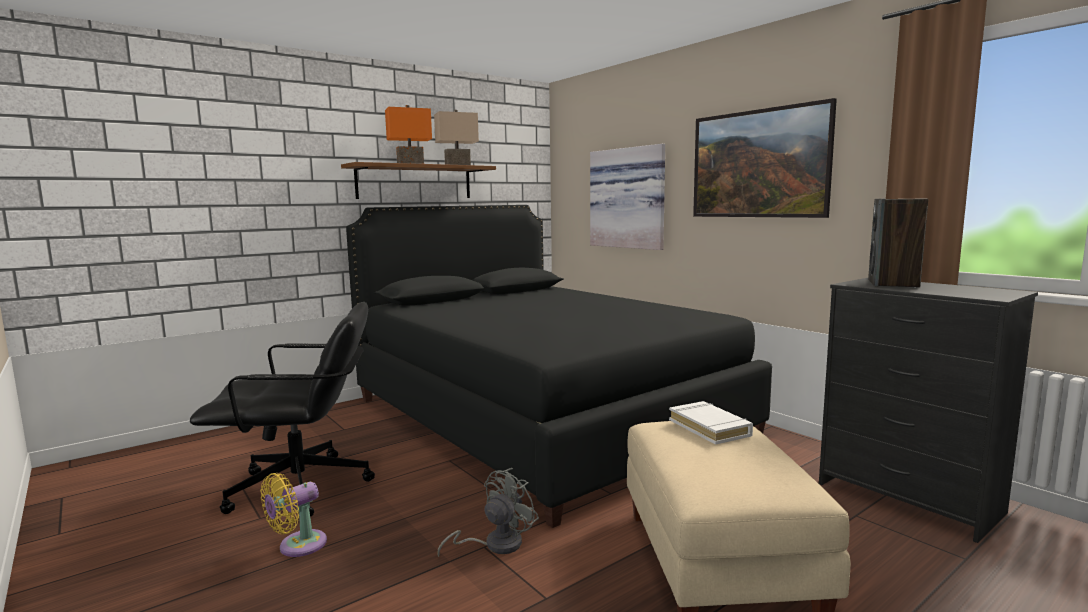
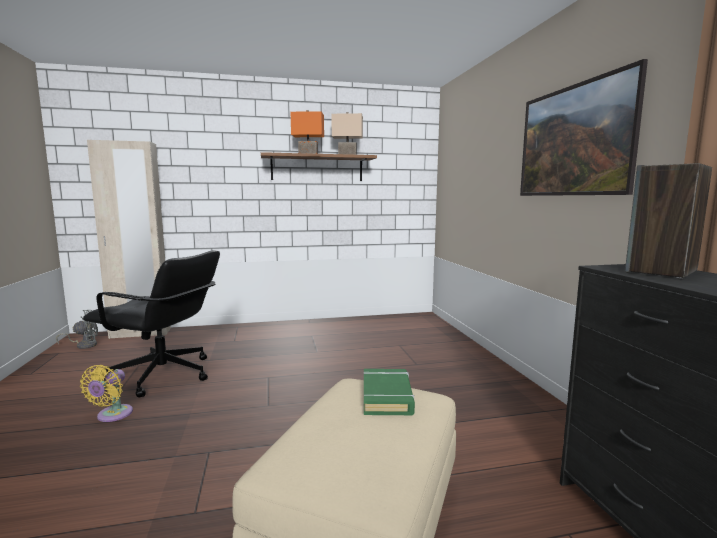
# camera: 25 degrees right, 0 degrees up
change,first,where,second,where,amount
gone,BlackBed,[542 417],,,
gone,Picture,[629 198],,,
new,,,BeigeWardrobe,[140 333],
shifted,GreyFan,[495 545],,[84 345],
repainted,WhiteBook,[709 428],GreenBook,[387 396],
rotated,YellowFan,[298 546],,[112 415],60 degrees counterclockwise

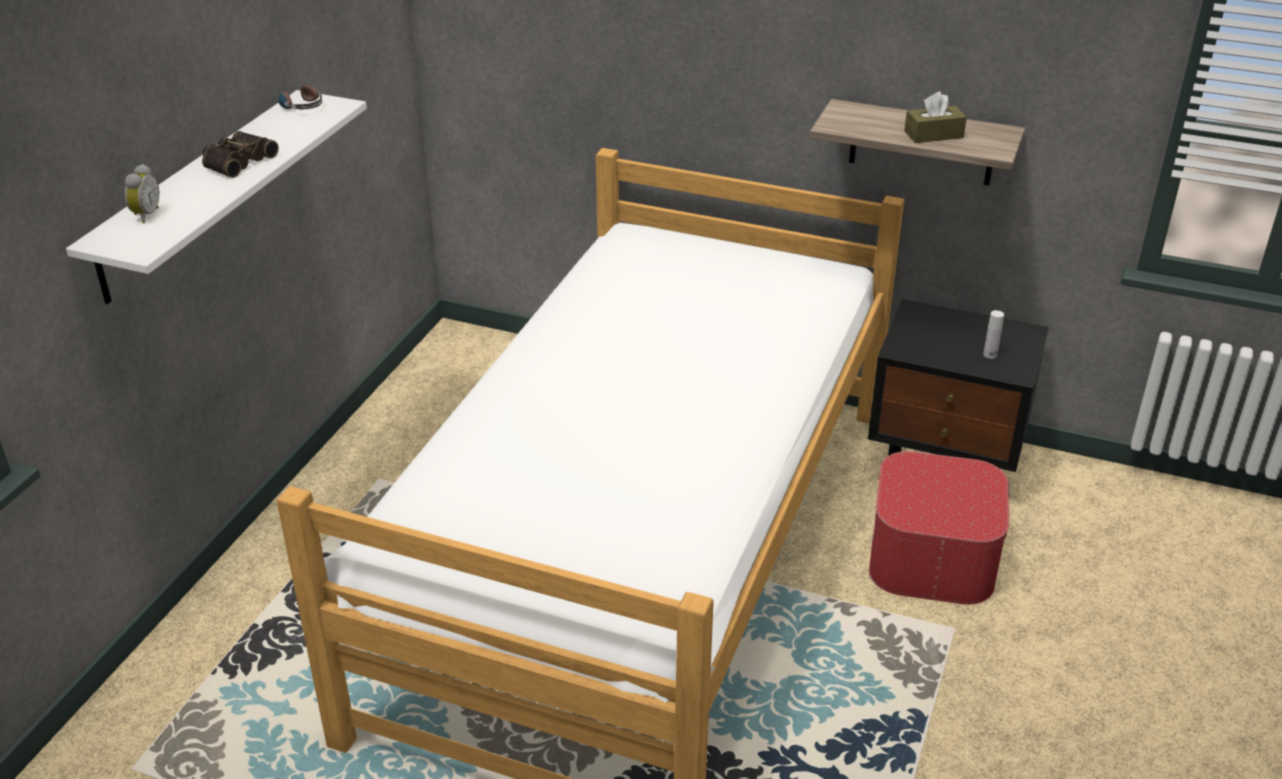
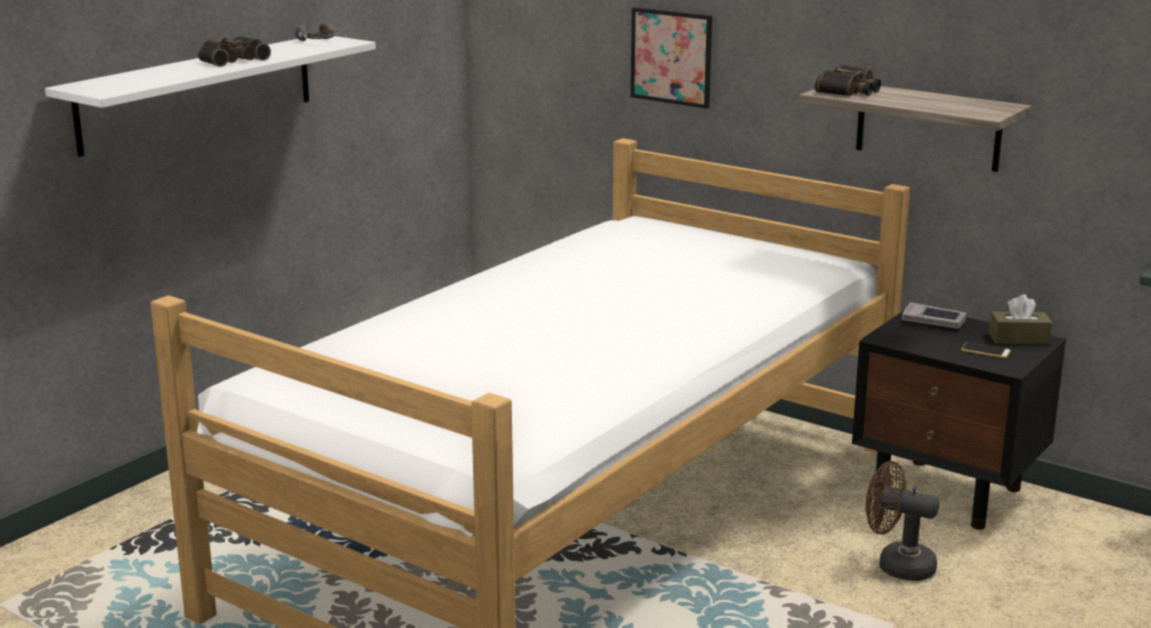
# camera: 15 degrees right, 15 degrees down
change,first,where,second,where,amount
gone,AlarmClock,[145 215],,,
new,,,Picture,[671 57],
new,,,Binoculars,[849 91],
new,,,Book,[933 321],
shifted,BrownTissueBox,[933 134],,[1019 339],
swapped,Ottoman,[932 557],BrownFan,[897 565],
swapped,WhiteBottle,[990 355],Phone,[985 351],

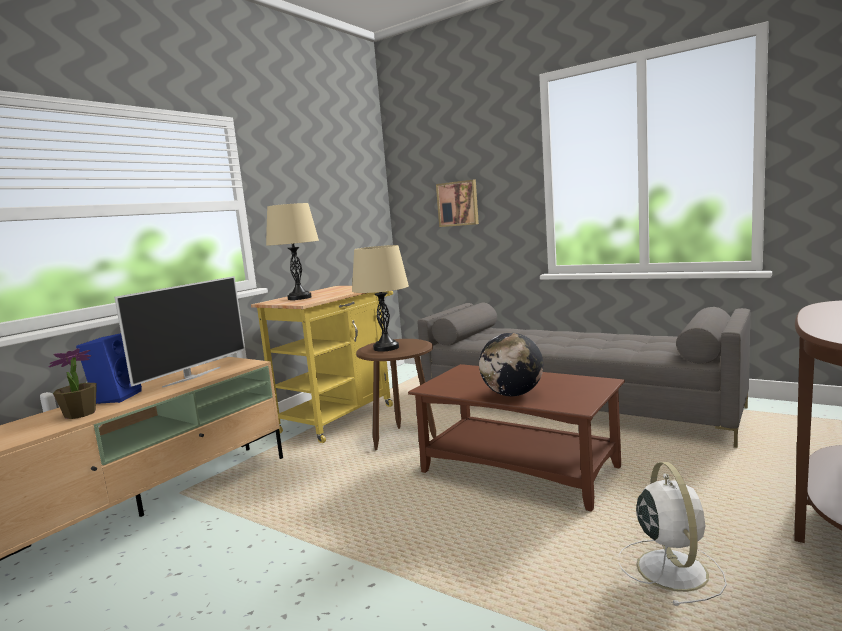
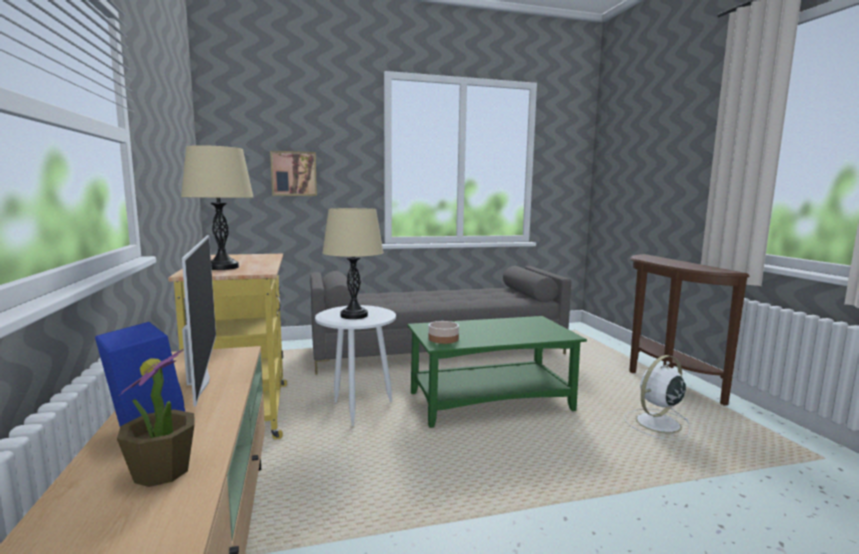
# camera: 50 degrees left, 0 degrees up
change,first,where,second,where,amount
gone,Globe,[512 394],,,
new,,,Bowl,[443 338],
repainted,BrownSideTable,[403 438],WhiteSideTable,[357 408],
repainted,BrownCoffeeTable,[520 469],GreenCoffeeTable,[491 401],
rotated,WhiteFan,[670 568],,[656 424],75 degrees counterclockwise

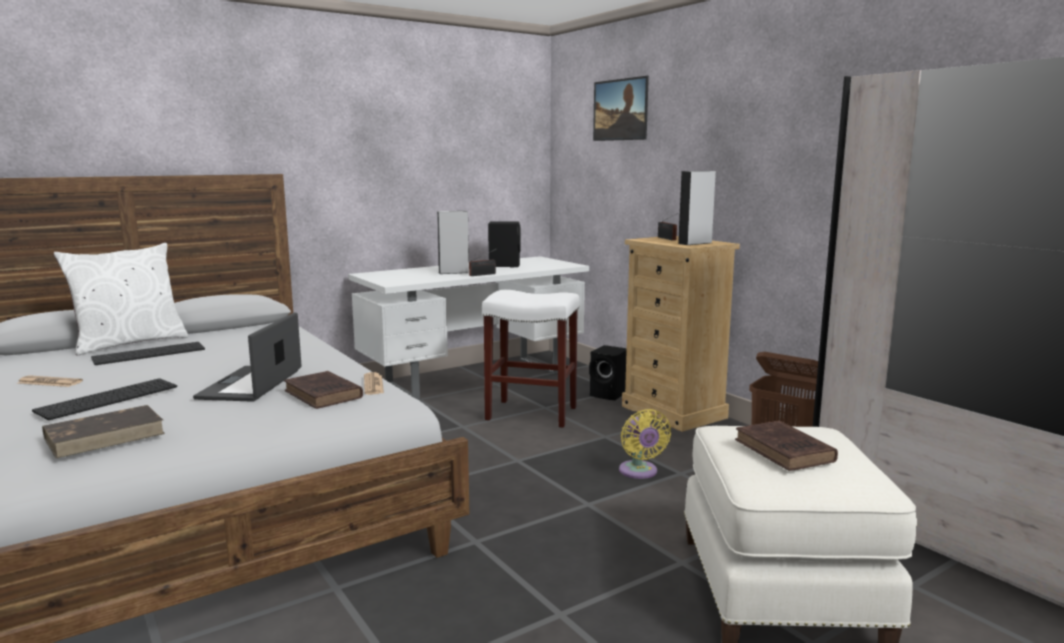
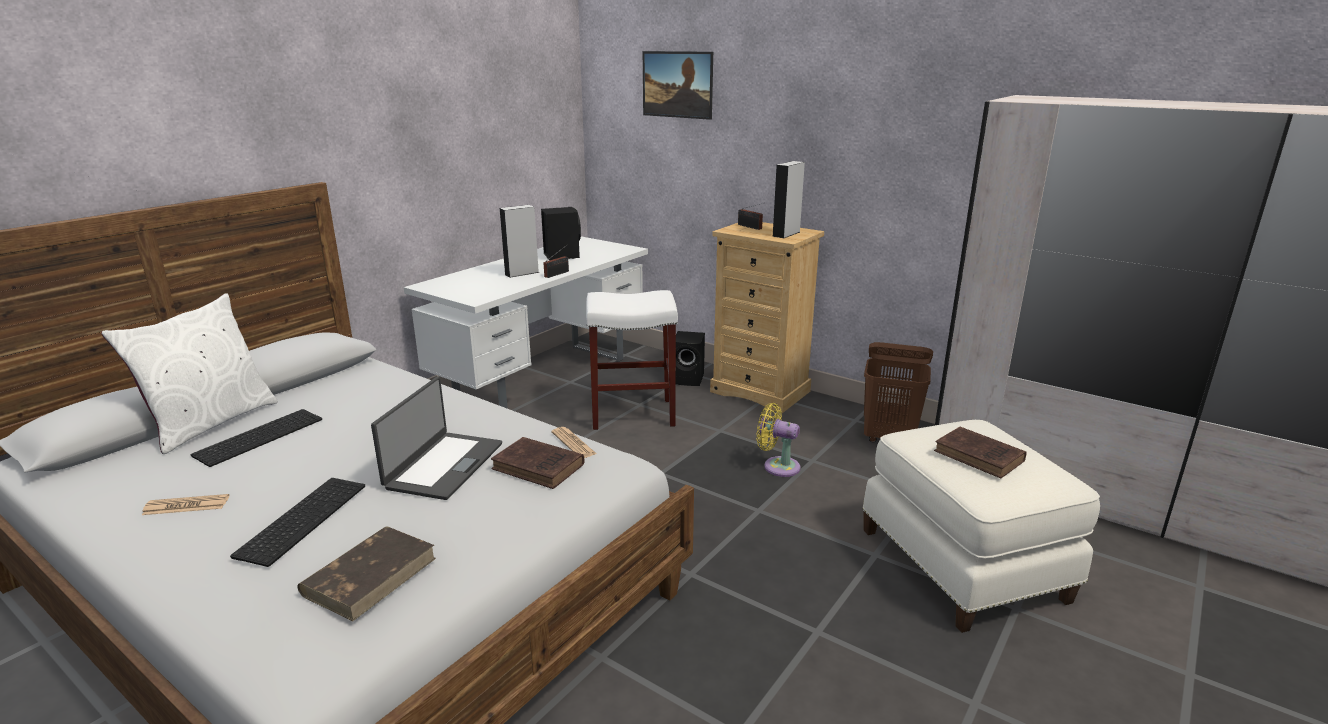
# camera: 20 degrees left, 10 degrees up
change,first,where,second,where,amount
rotated,Laptop,[252 384],,[443 465],150 degrees counterclockwise
rotated,YellowFan,[639 472],,[777 466],150 degrees clockwise

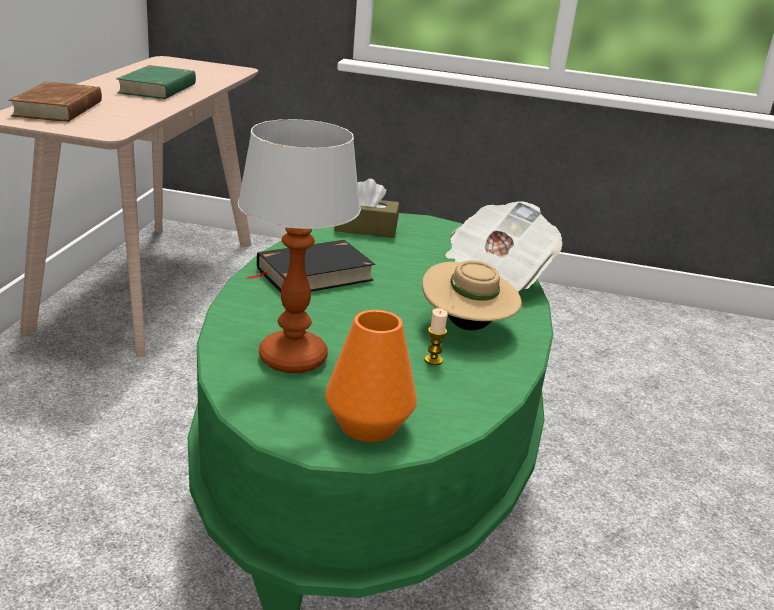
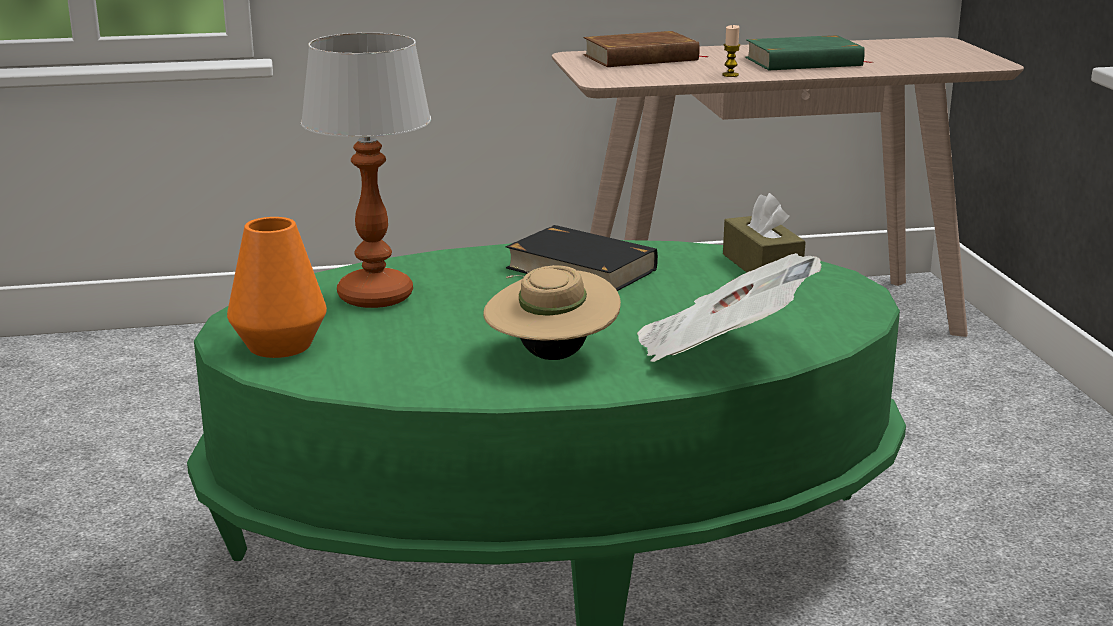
# camera: 70 degrees right, 5 degrees down
change,first,where,second,where,amount
shifted,Candle,[433 360],,[730 75],

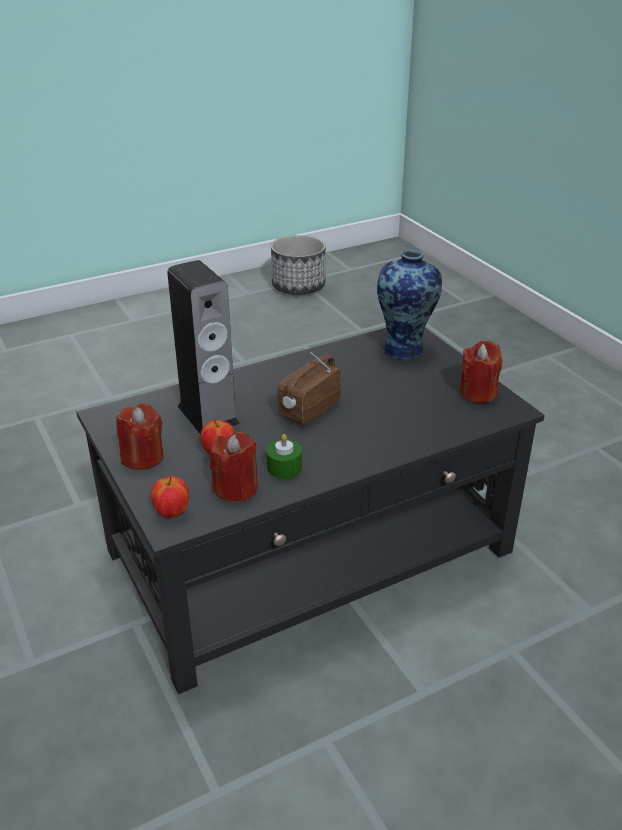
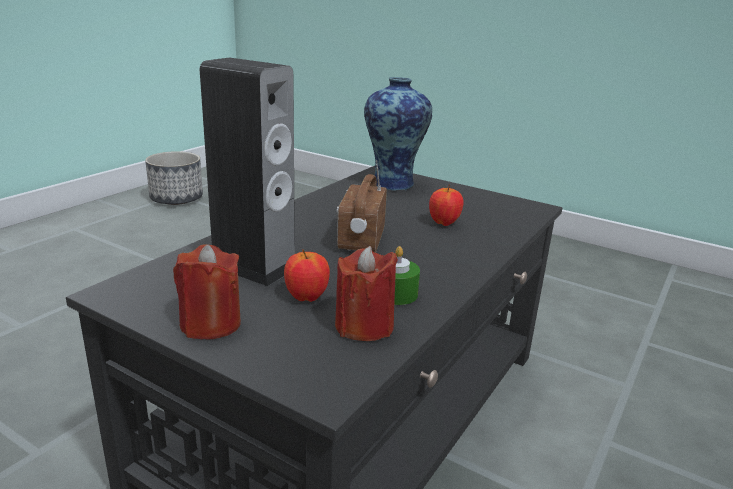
# camera: 30 degrees left, 10 degrees down
change,first,where,second,where,amount
gone,RedCandle,[478 393],,,
shifted,Apple,[172 513],,[444 223],

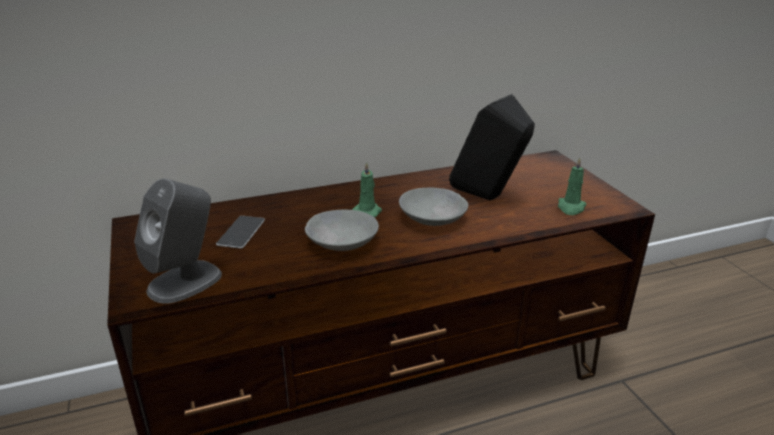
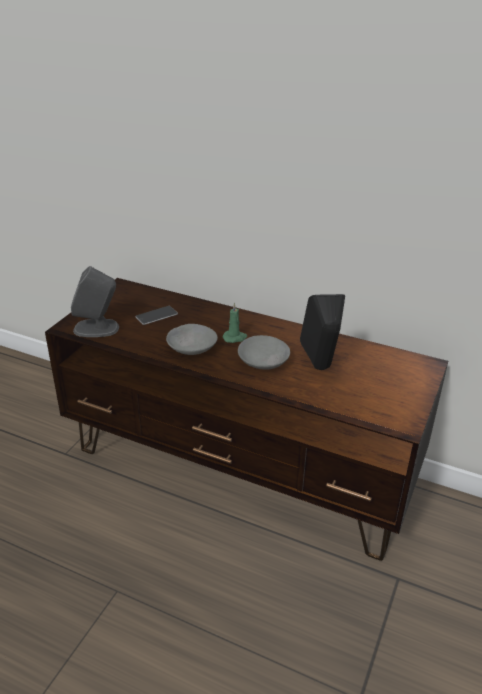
# camera: 45 degrees right, 5 degrees up
change,first,where,second,where,amount
gone,GreenCandle,[571 207],,,

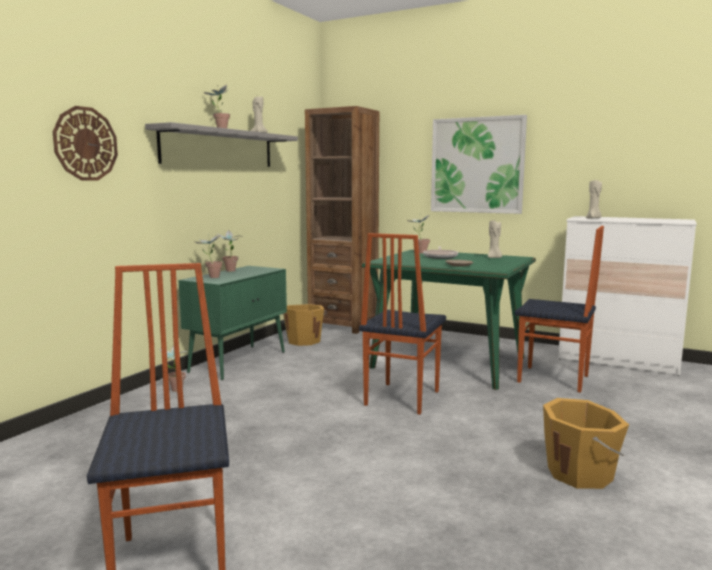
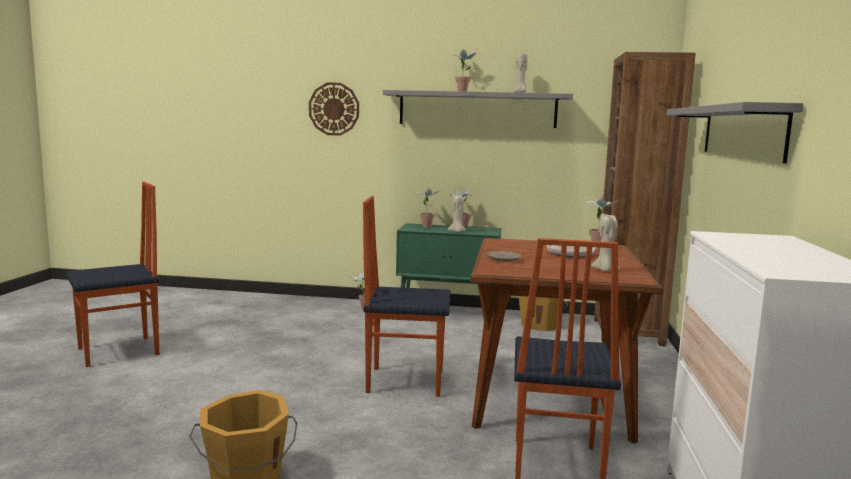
# camera: 70 degrees right, 0 degrees up
change,first,where,second,where,amount
shifted,BeigeCandle,[593 218],,[457 231],
swapped,Picture,[477 165],GreyShelf,[741 132],
repainted,GreenDiningTable,[449 363],BrownDiningTable,[549 396],

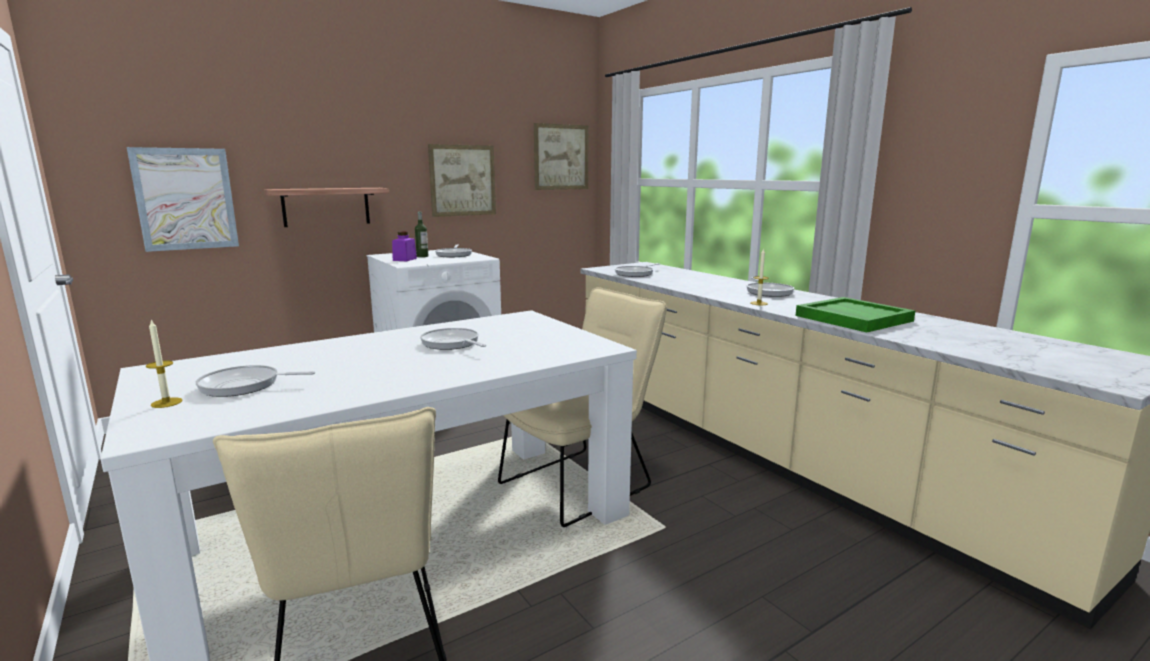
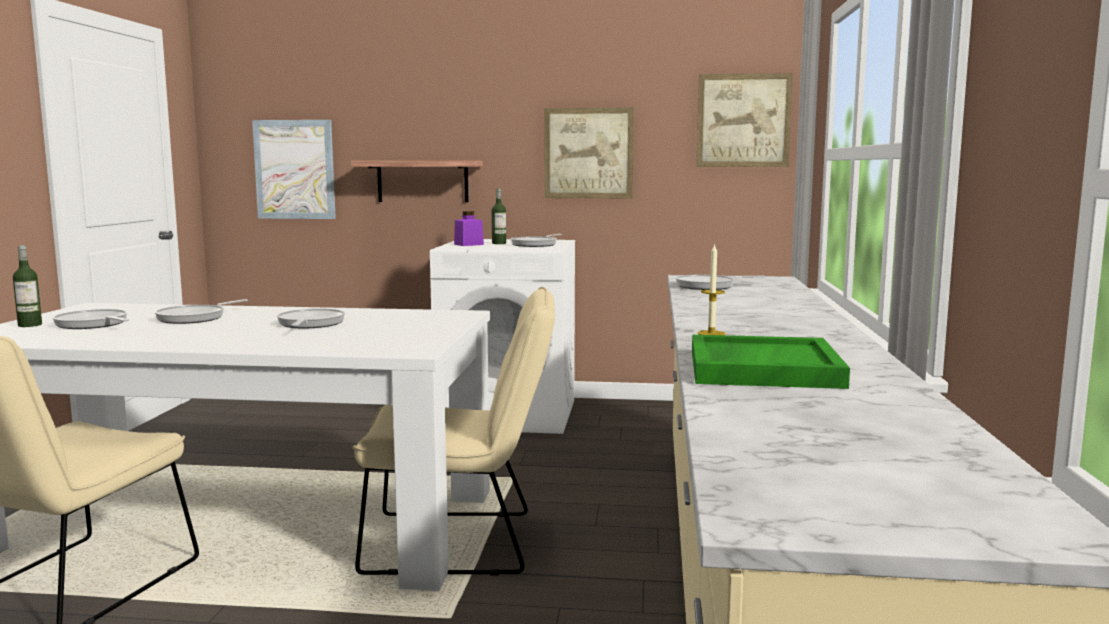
# camera: 40 degrees right, 5 degrees down
change,first,where,second,where,amount
shifted,FryingPan,[768 292],,[195 318],
swapped,Candle,[166 403],Bottle,[30 325],

